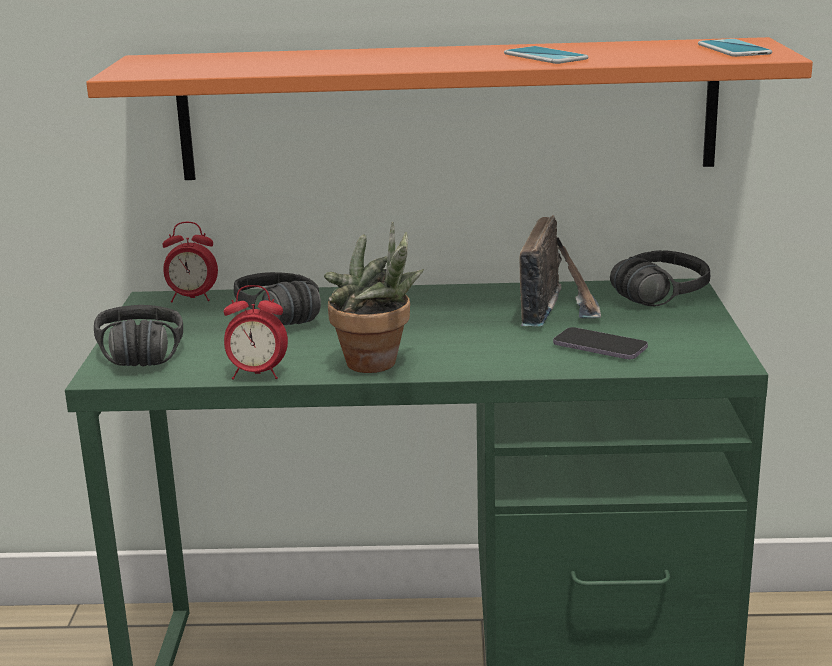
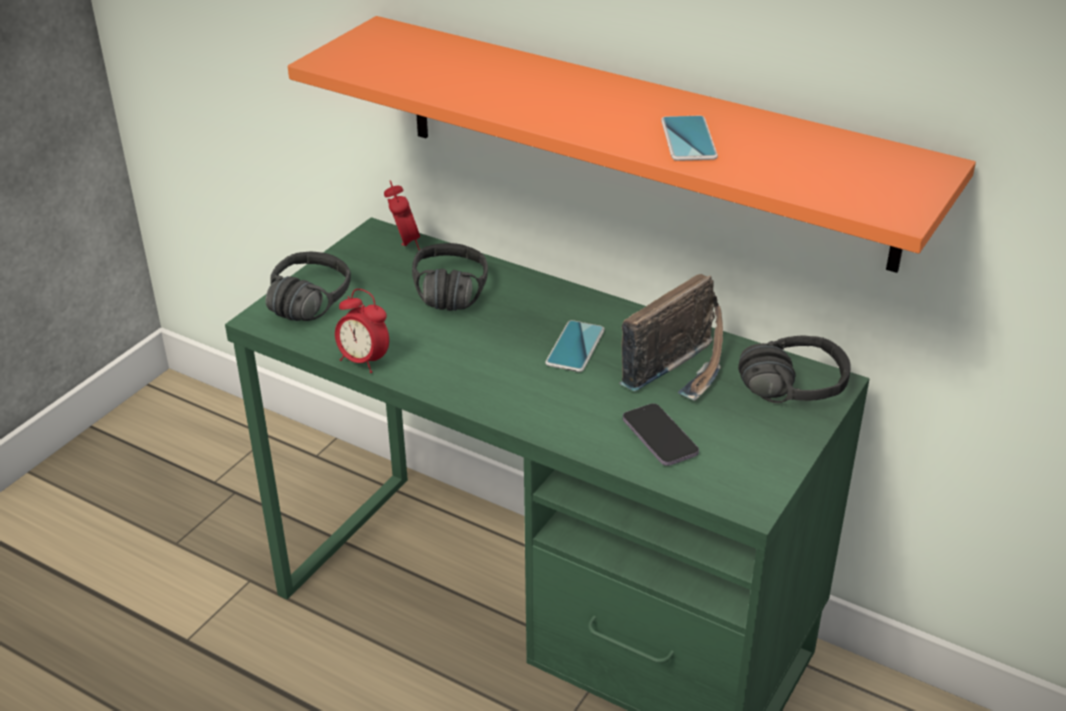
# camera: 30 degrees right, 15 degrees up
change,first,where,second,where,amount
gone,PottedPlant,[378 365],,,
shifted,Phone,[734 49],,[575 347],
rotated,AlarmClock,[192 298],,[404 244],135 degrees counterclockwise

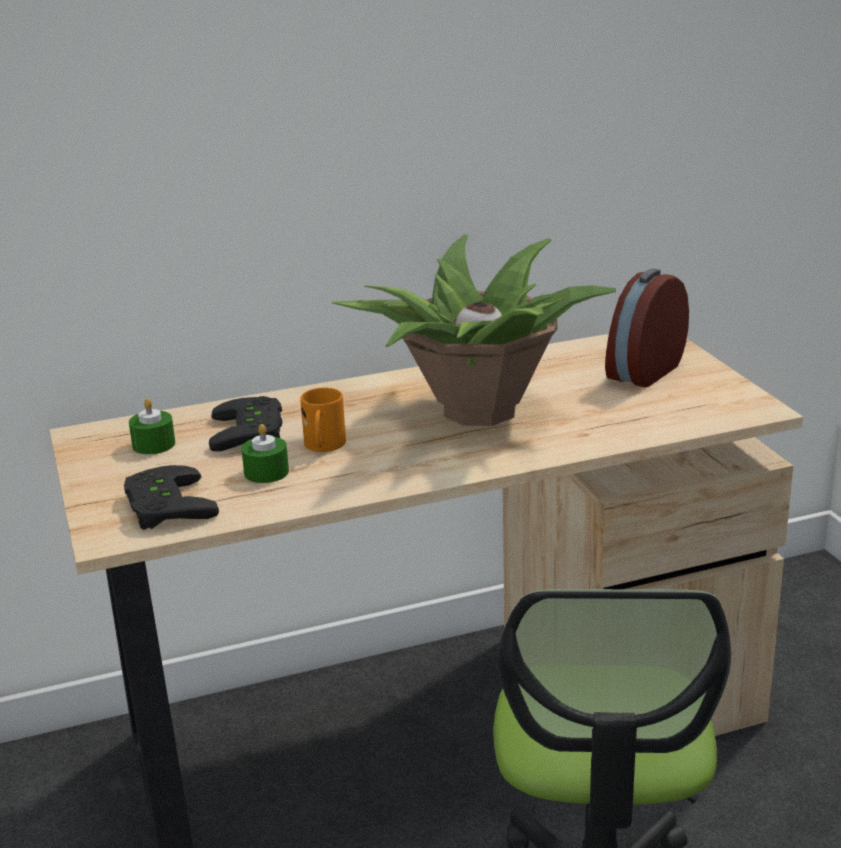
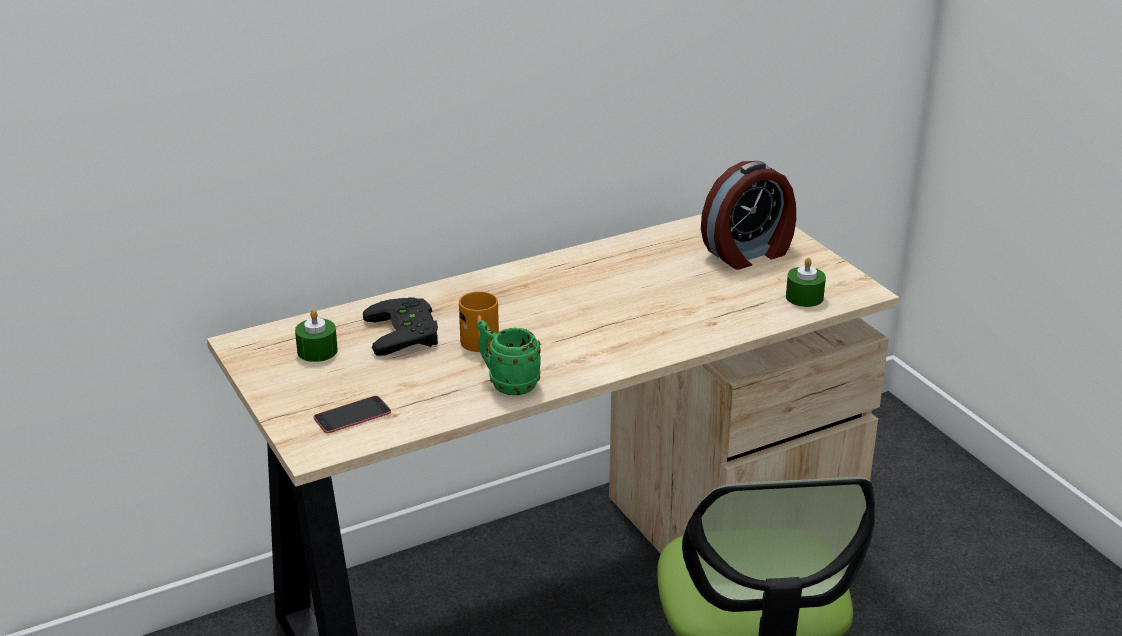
# camera: 10 degrees left, 5 degrees up
change,first,where,second,where,amount
gone,PottedPlant,[478 412],,,
new,,,GreenMug,[507 383],
shifted,GreenCandle,[266 472],,[804 297],
swapped,BlackGameController,[162 506],Phone,[352 415],
rotated,AlarmClock,[642 371],,[749 253],150 degrees counterclockwise

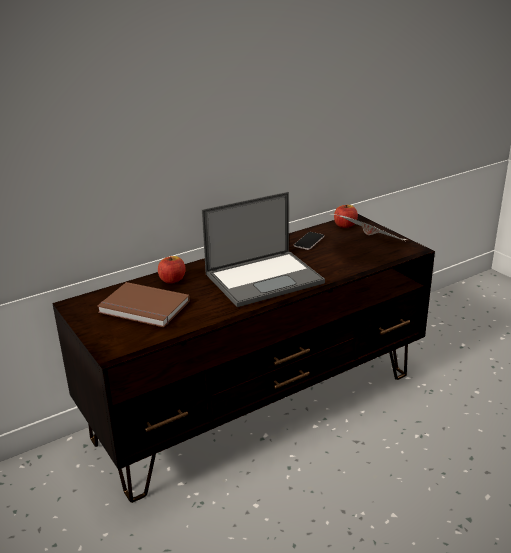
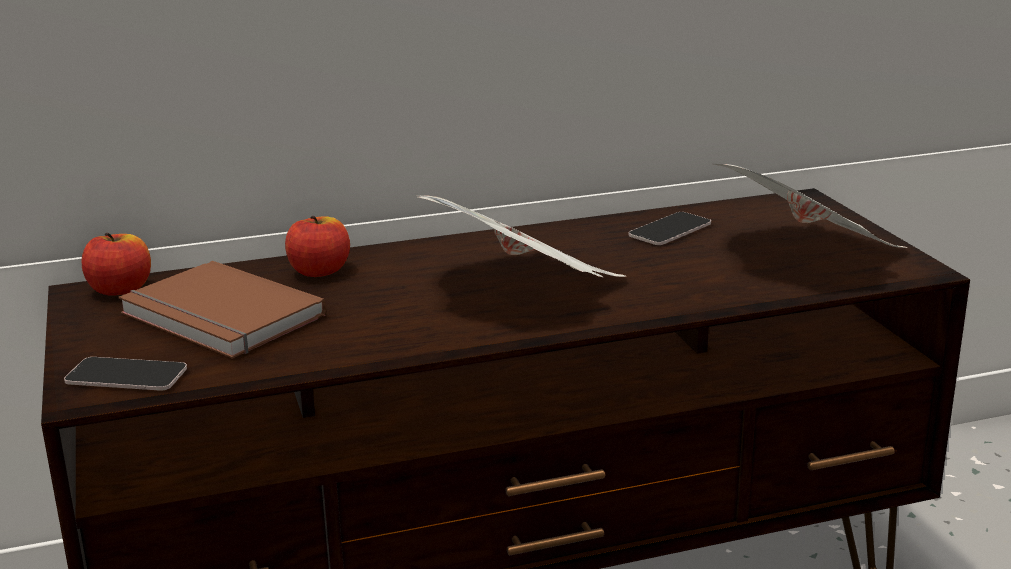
# camera: 15 degrees right, 5 degrees down
change,first,where,second,where,amount
new,,,Phone,[126 376],
shifted,Apple,[345 225],,[120 289],
swapped,Laptop,[265 278],Newspaper,[523 289],

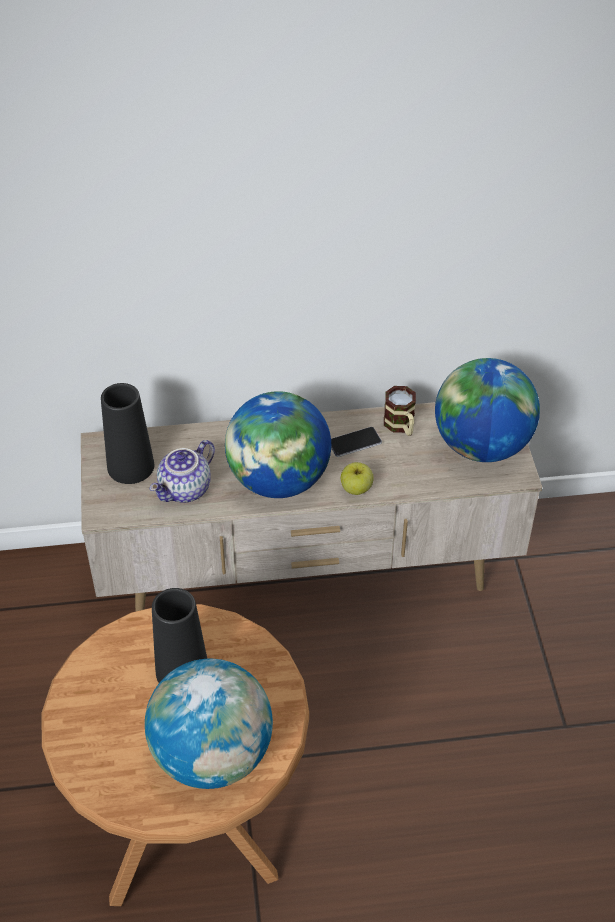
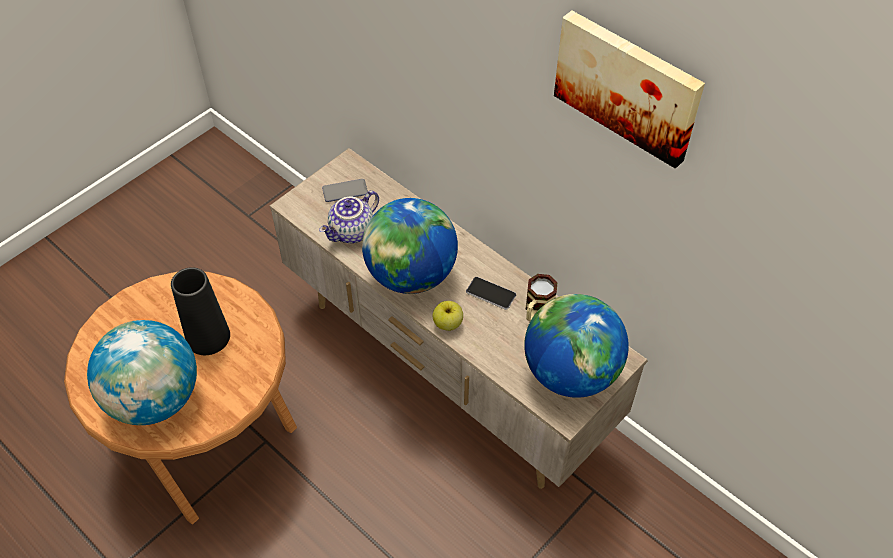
# camera: 50 degrees right, 5 degrees up
change,first,where,second,where,amount
new,,,Picture,[628 86],
swapped,BlackVase,[130 466],Phone,[345 191],
rotated,Teapot,[185 490],,[352 232],45 degrees counterclockwise

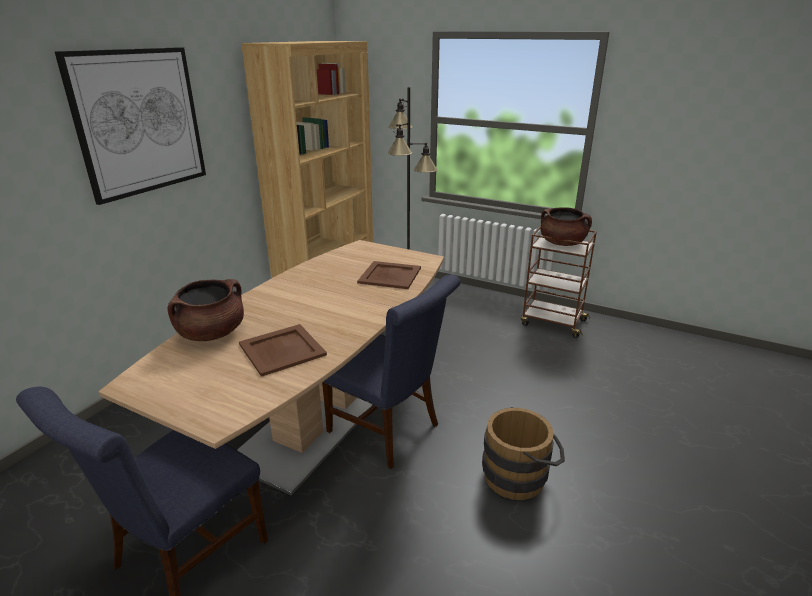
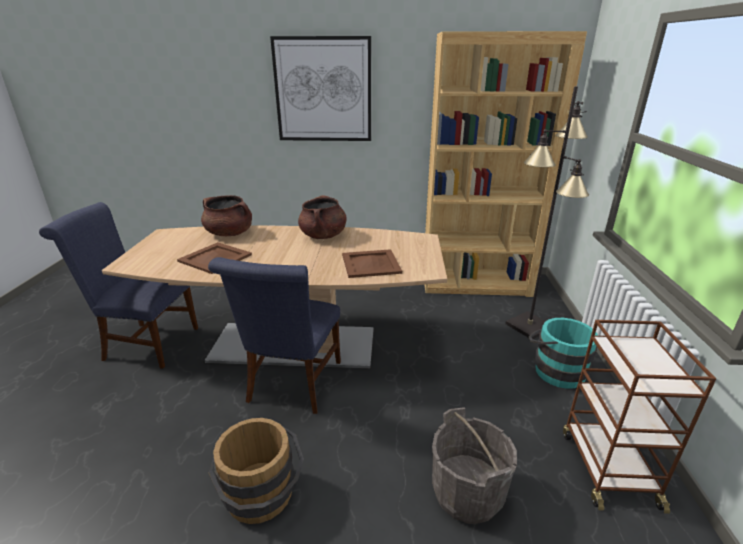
# camera: 65 degrees right, 0 degrees up
change,first,where,second,where,amount
new,,,GreyBucket,[467 493],
new,,,TurquoiseBucket,[555 369],
shifted,BrownCookingPot,[562 243],,[323 236],

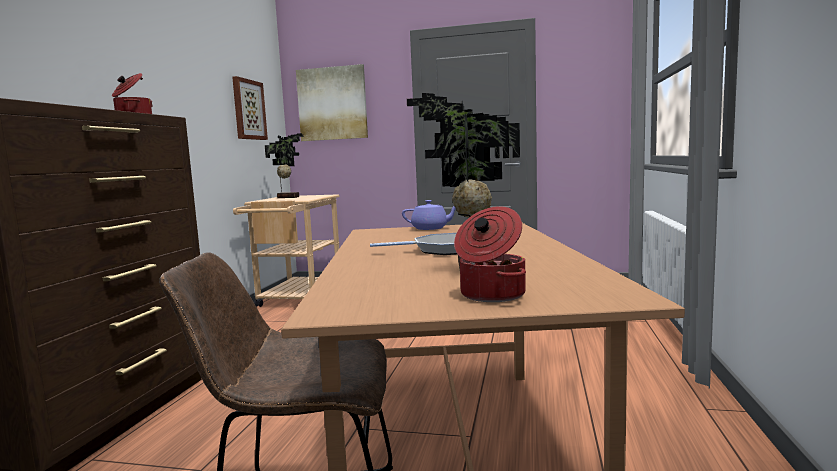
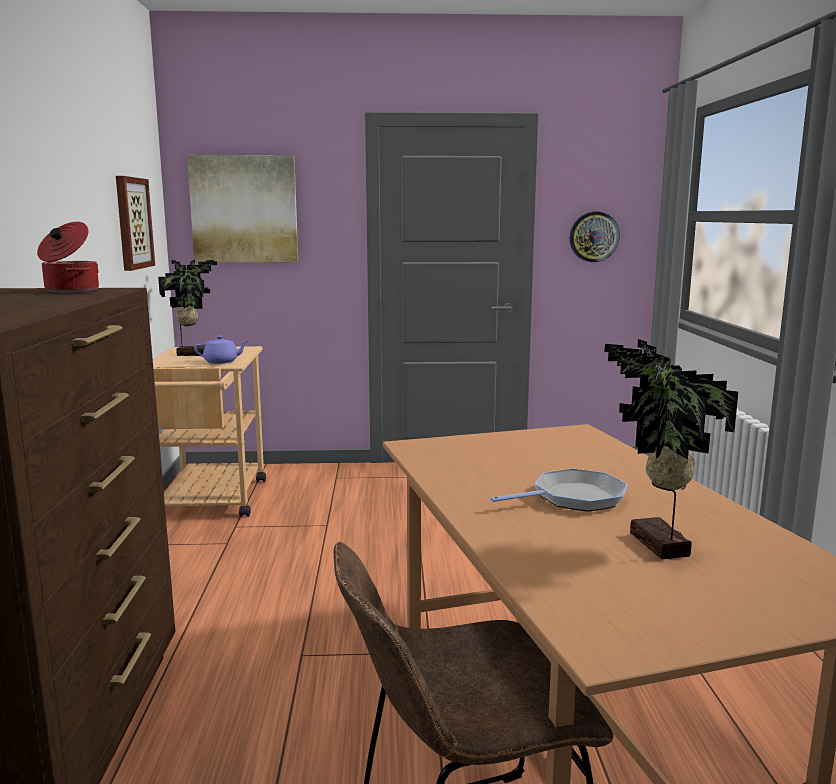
# camera: 15 degrees left, 5 degrees up
change,first,where,second,where,amount
gone,CookingPot,[490 295],,,
new,,,WallClock,[594 237],
shifted,PurpleTeapot,[430 228],,[222 362],

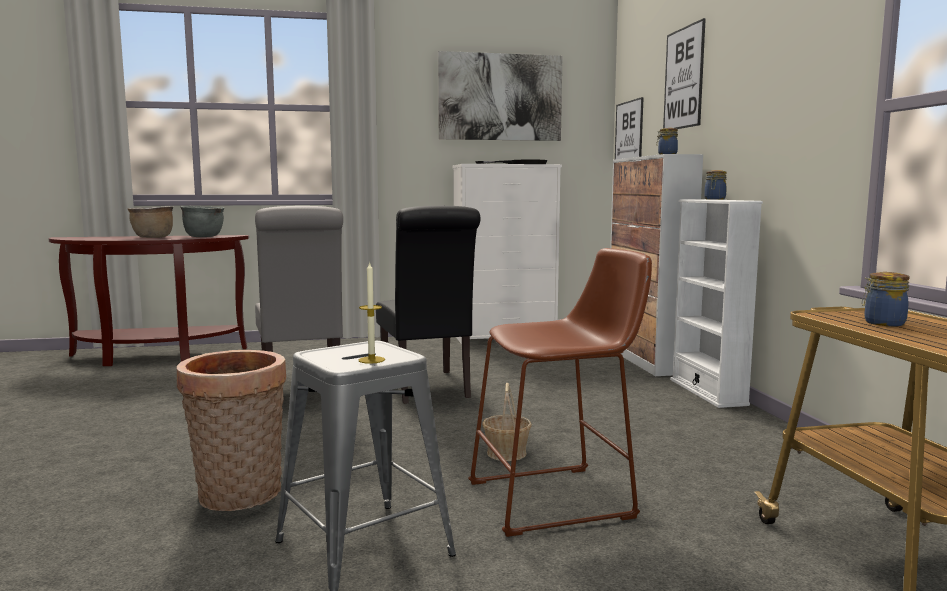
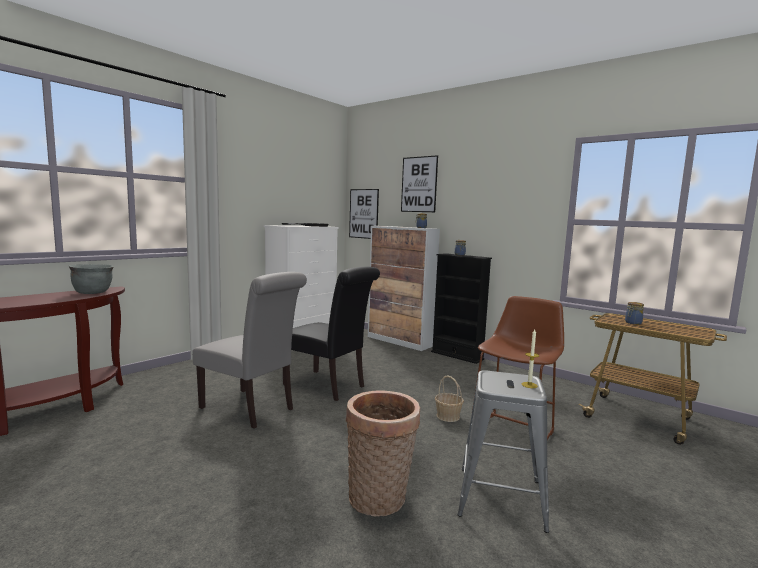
# camera: 40 degrees left, 0 degrees up
change,first,where,second,where,amount
gone,BrownCookingPot,[152 237],,,
gone,Picture,[500 97],,,
repainted,WhiteBookcase,[707 392],BlackBookcase,[457 355],

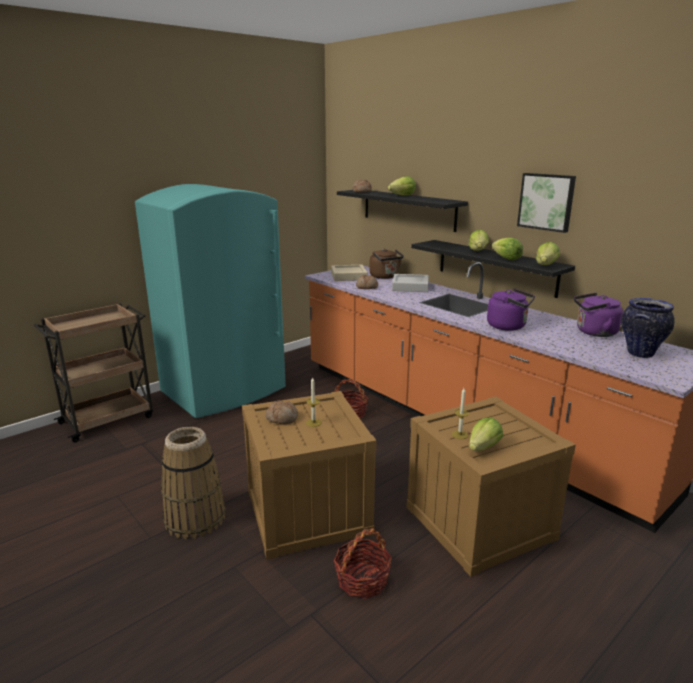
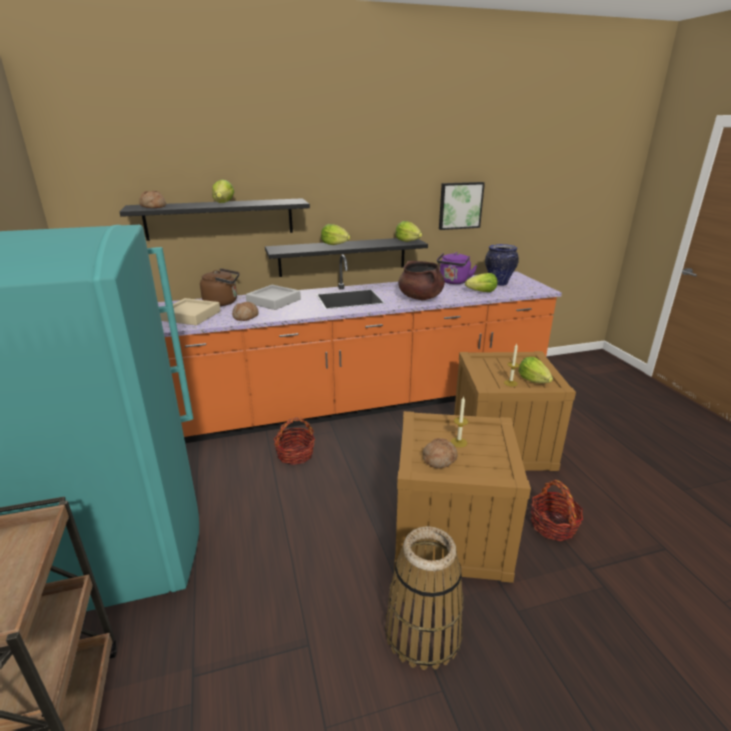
# camera: 65 degrees left, 5 degrees up
change,first,where,second,where,amount
shifted,Lettuce,[506 259],,[482 292],
shifted,Picture,[546 202],,[460 205],
swapped,PurpleKettle,[509 326],BrownCookingPot,[420 298],

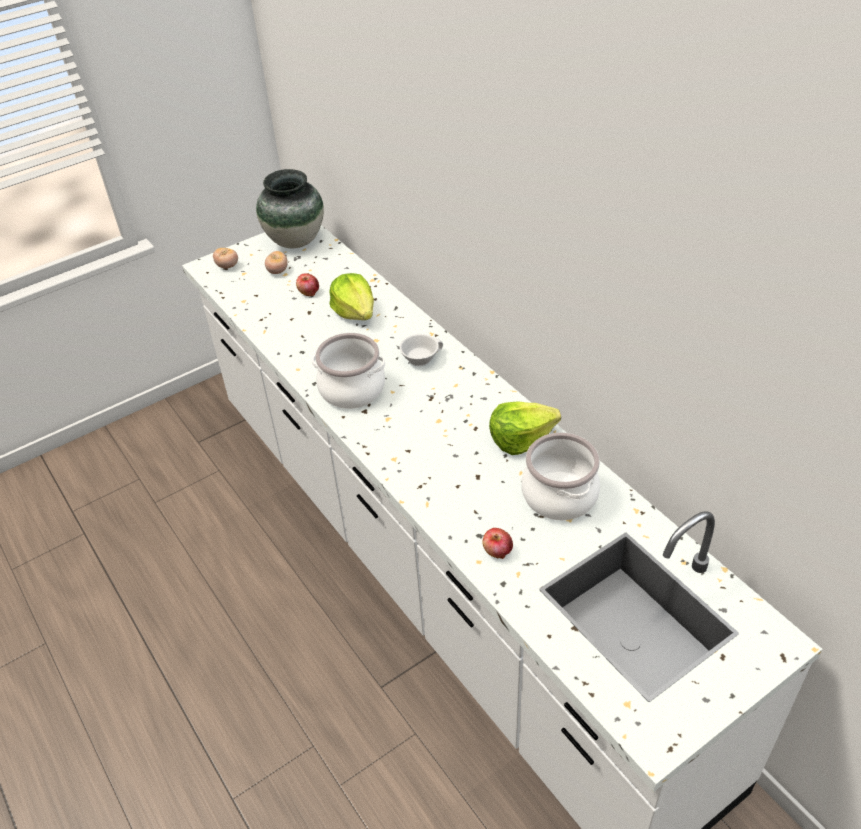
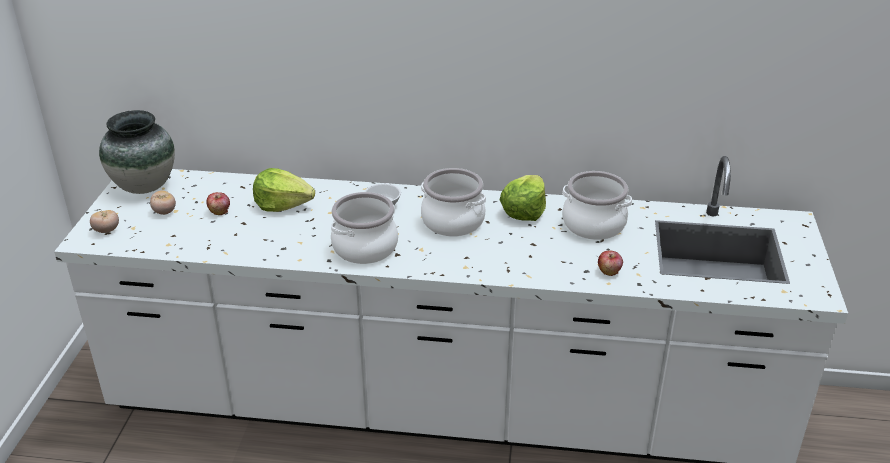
# camera: 50 degrees left, 10 degrees down
change,first,where,second,where,amount
new,,,CookingPot,[452 222],

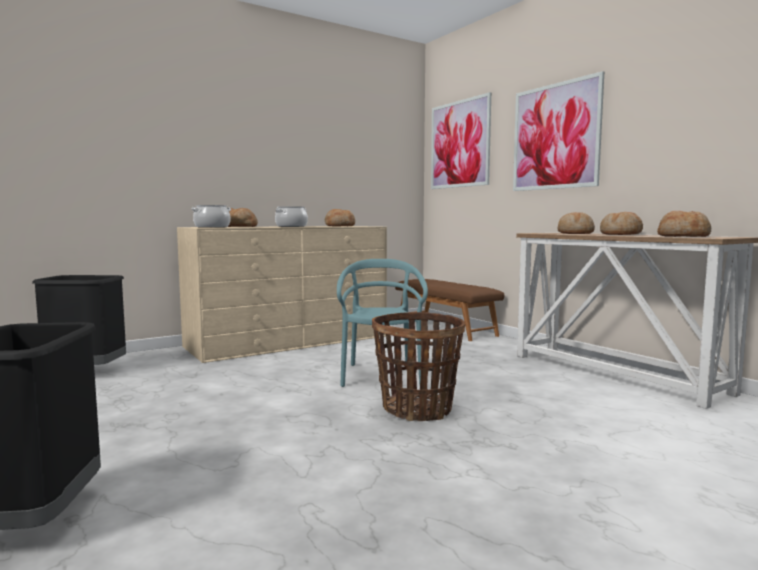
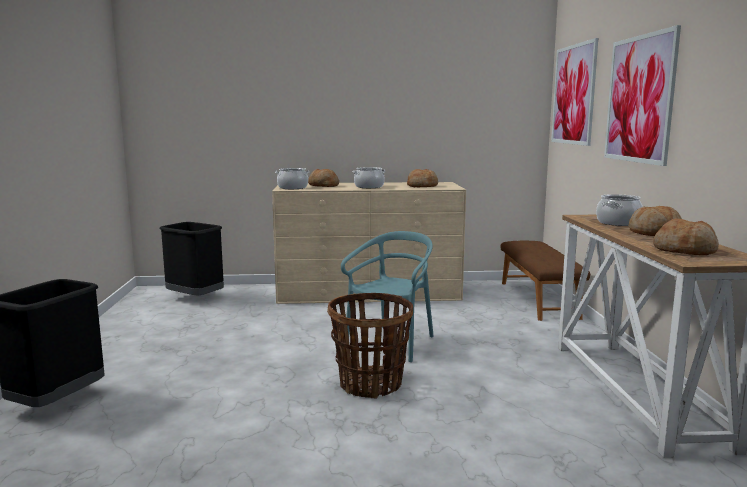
# camera: 30 degrees right, 5 degrees up
change,first,where,second,where,amount
swapped,Bread,[575 233],CookingPot,[618 223],

